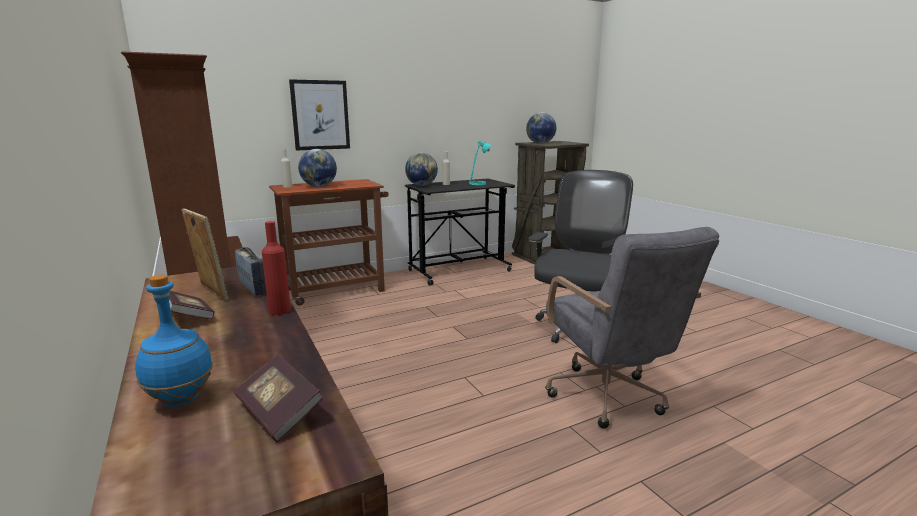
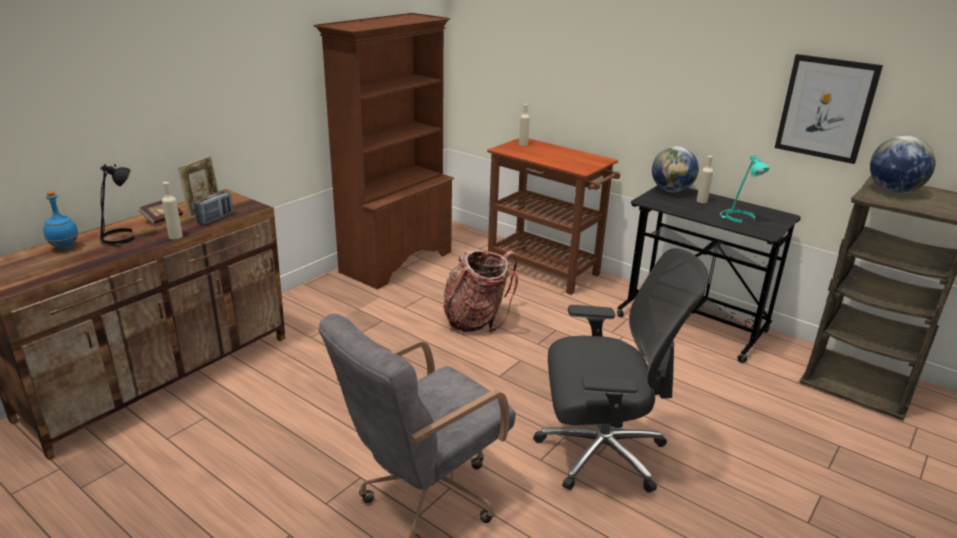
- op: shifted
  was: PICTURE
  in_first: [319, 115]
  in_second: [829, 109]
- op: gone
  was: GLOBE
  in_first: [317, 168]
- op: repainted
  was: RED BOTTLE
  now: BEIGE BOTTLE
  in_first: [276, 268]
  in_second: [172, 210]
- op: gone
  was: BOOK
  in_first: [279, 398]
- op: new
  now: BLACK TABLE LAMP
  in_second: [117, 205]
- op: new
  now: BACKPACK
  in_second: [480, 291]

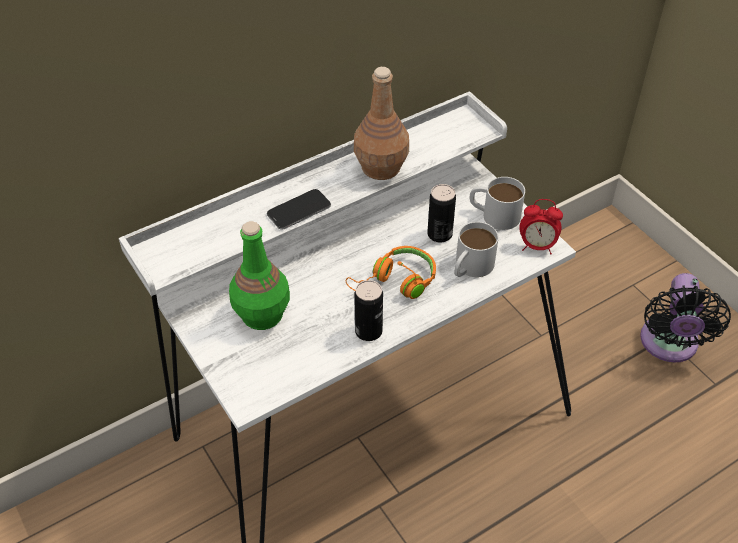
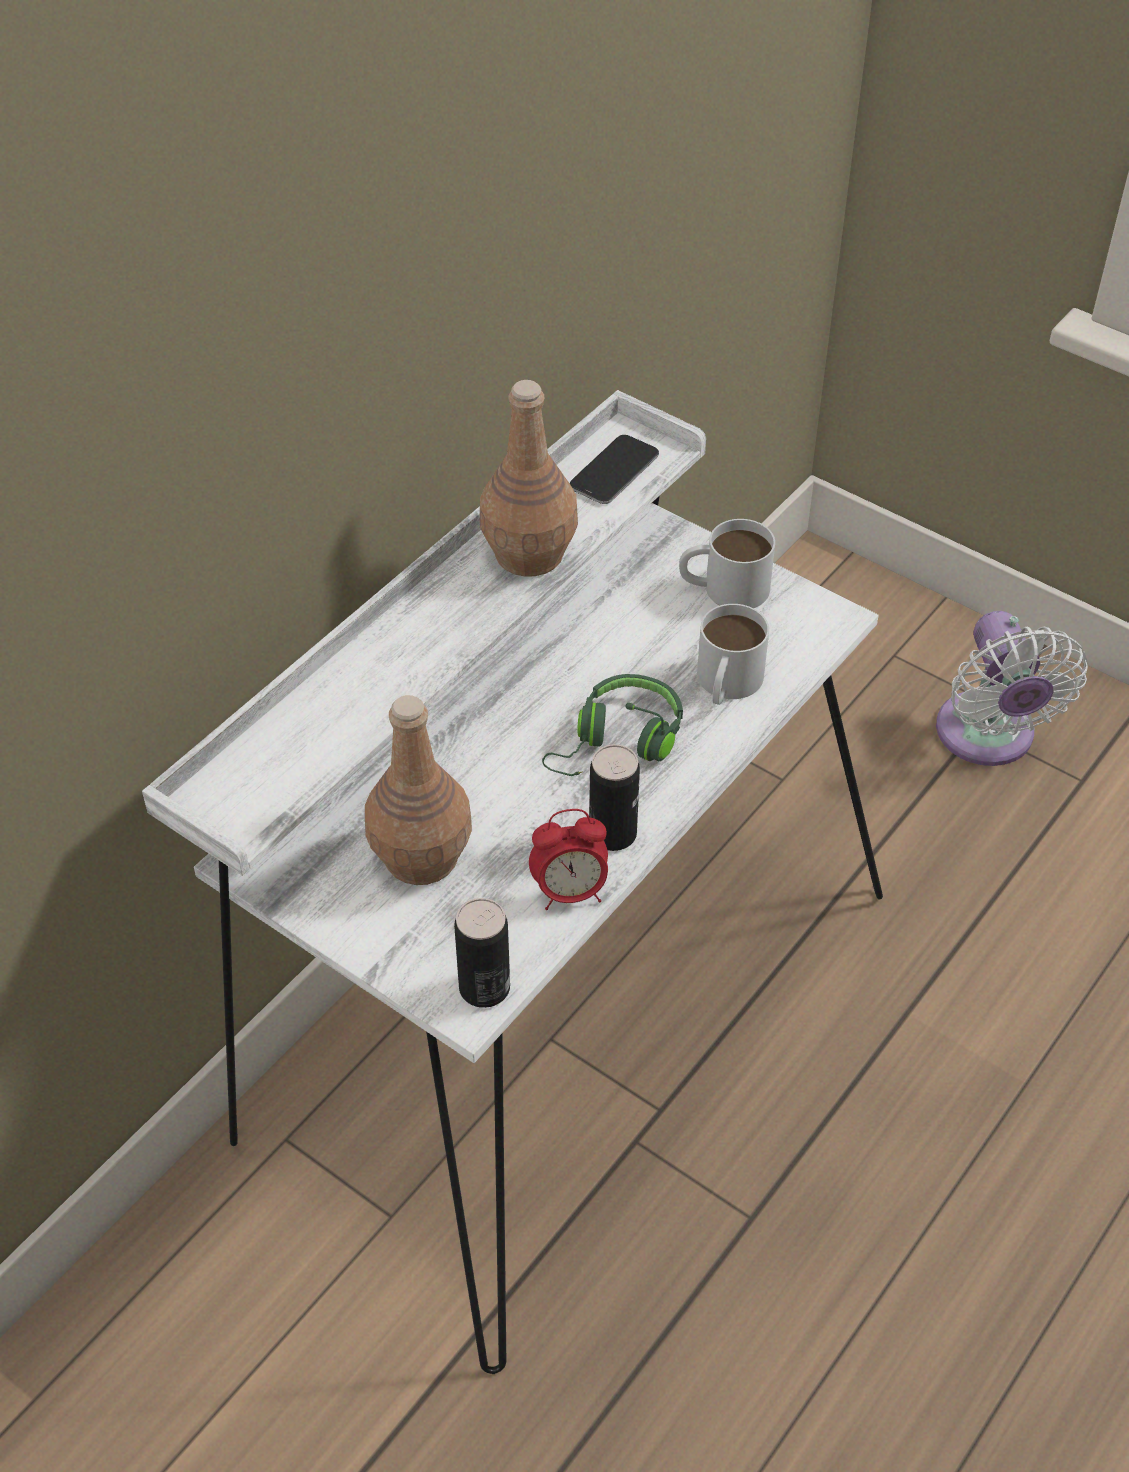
- op: shifted
  was: CAN
  in_first: [441, 213]
  in_second: [482, 953]
- op: shifted
  was: PHONE
  in_first: [299, 209]
  in_second: [614, 469]
- op: shifted
  was: ALARM CLOCK
  in_first: [541, 226]
  in_second: [568, 859]
- op: repainted
  was: GREEN BOTTLE
  now: BROWN BOTTLE
  in_first: [259, 275]
  in_second: [418, 790]
- op: repainted
  was: ORANGE HEADPHONES
  now: GREEN HEADPHONES
  in_first: [391, 272]
  in_second: [612, 725]
- op: repainted
  was: BLACK FAN
  now: WHITE FAN
  in_first: [685, 318]
  in_second: [1012, 688]

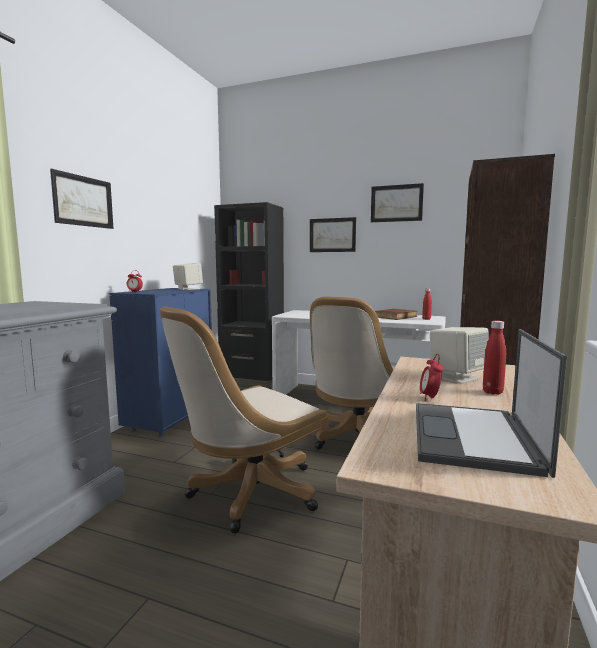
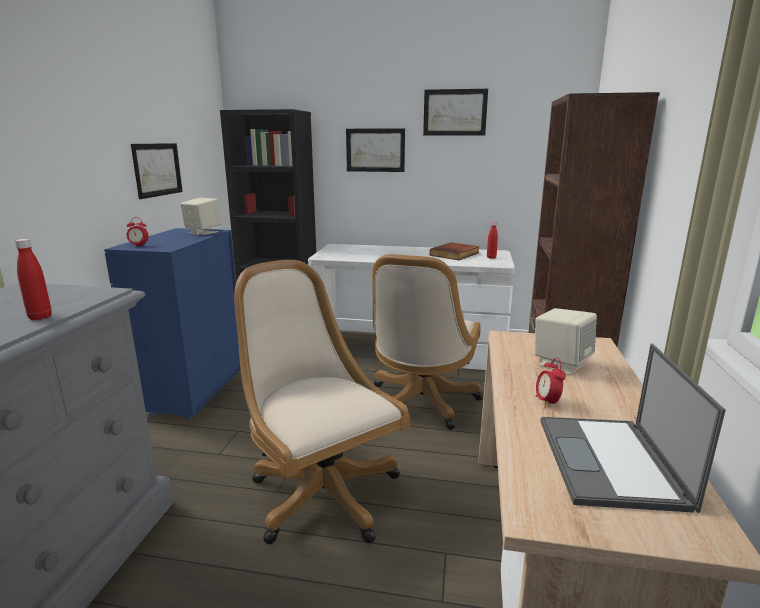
- op: shifted
  was: PICTURE
  in_first: [82, 199]
  in_second: [157, 171]
- op: rotated
  was: OFFICE CHAIR
  in_first: [244, 420]
  in_second: [322, 402]
  clockwise: 105
- op: shifted
  was: RED BOTTLE
  in_first: [494, 358]
  in_second: [33, 279]

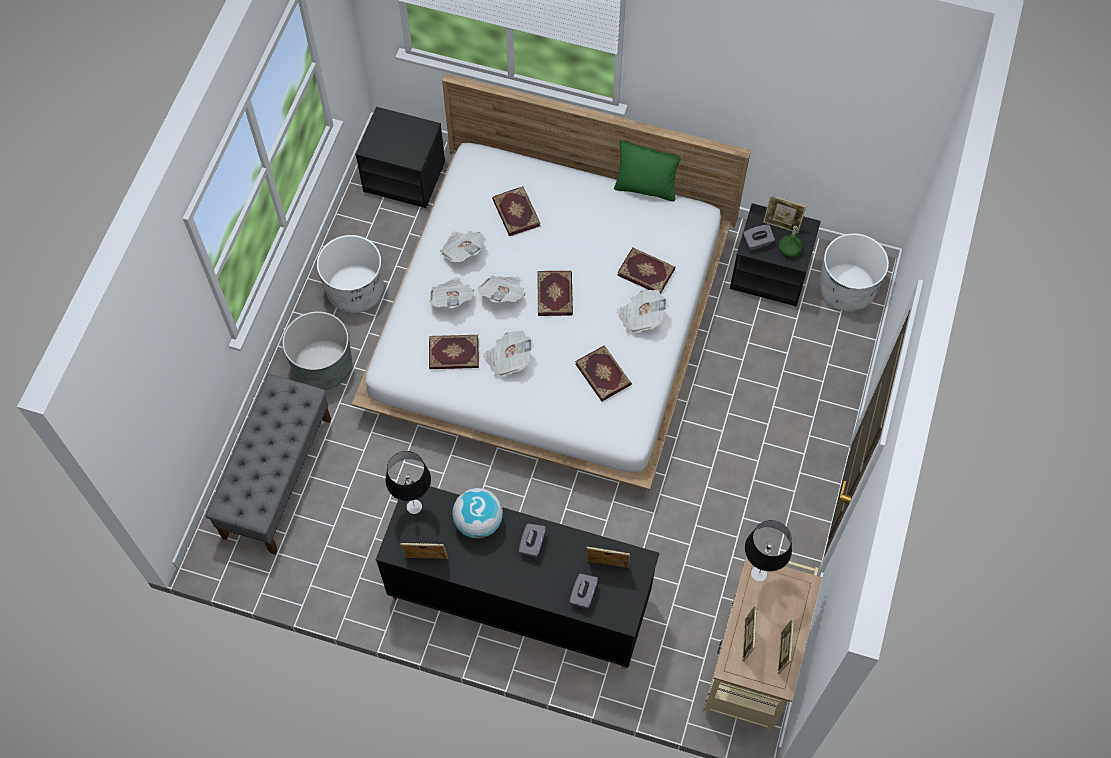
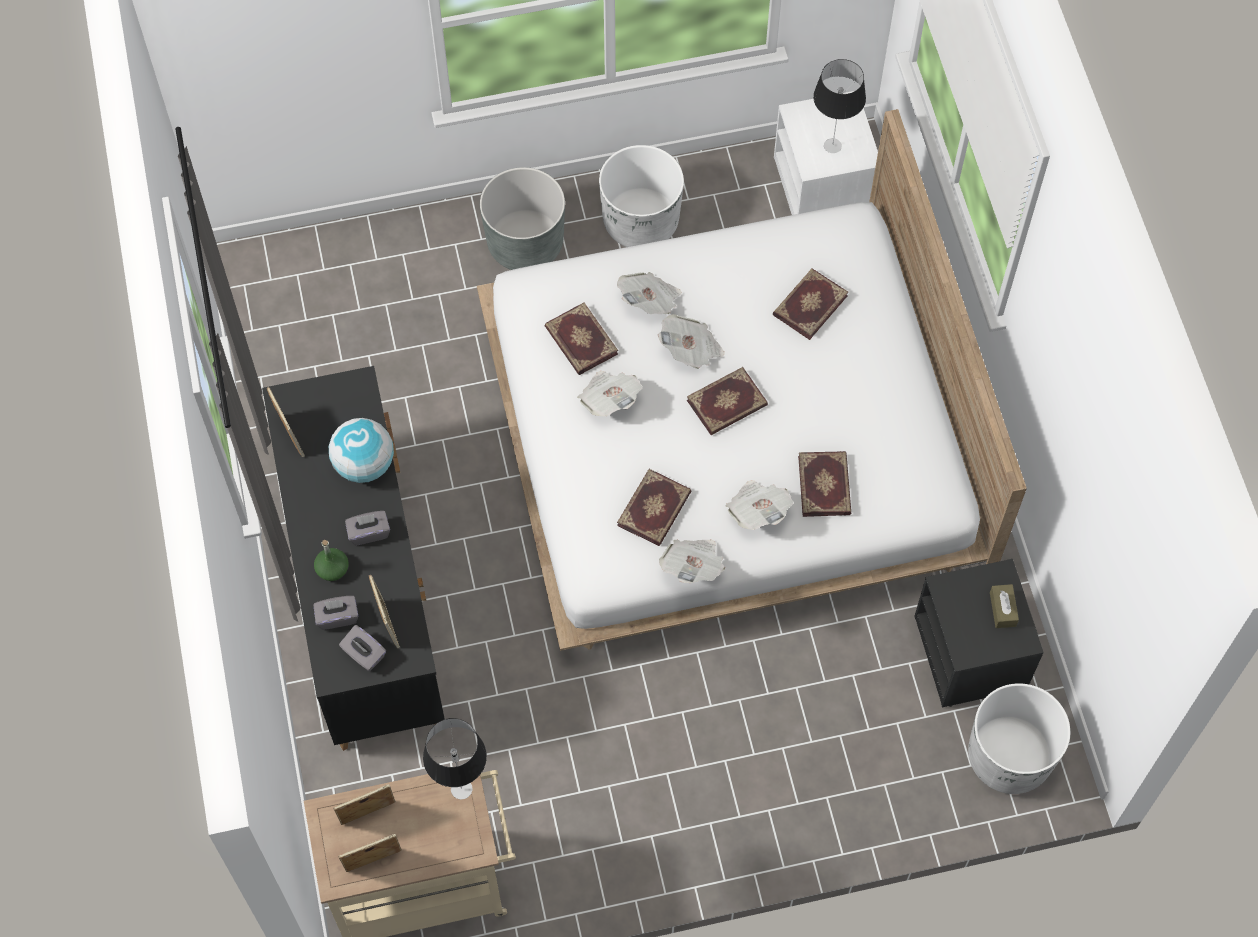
- op: repainted
  was: BLACK NIGHTSTAND
  now: WHITE NIGHTSTAND
  in_first: [400, 157]
  in_second: [826, 153]
- op: gone
  was: GREEN PILLOW
  in_first: [647, 171]
- op: swapped
  was: PICTURE FRAME
  now: BROWN TISSUE BOX
  in_first: [785, 214]
  in_second: [1004, 606]
- op: shifted
  was: GREY TISSUE BOX
  in_first: [759, 237]
  in_second: [362, 648]
- op: shifted
  was: GREEN BOTTLE
  in_first: [790, 242]
  in_second: [331, 560]
- op: shifted
  was: NEWSPAPER
  in_first: [462, 246]
  in_second: [692, 561]
- op: gone
  was: GREY BENCH
  in_first: [268, 464]
- op: shifted
  was: TABLE LAMP
  in_first: [408, 482]
  in_second: [839, 106]

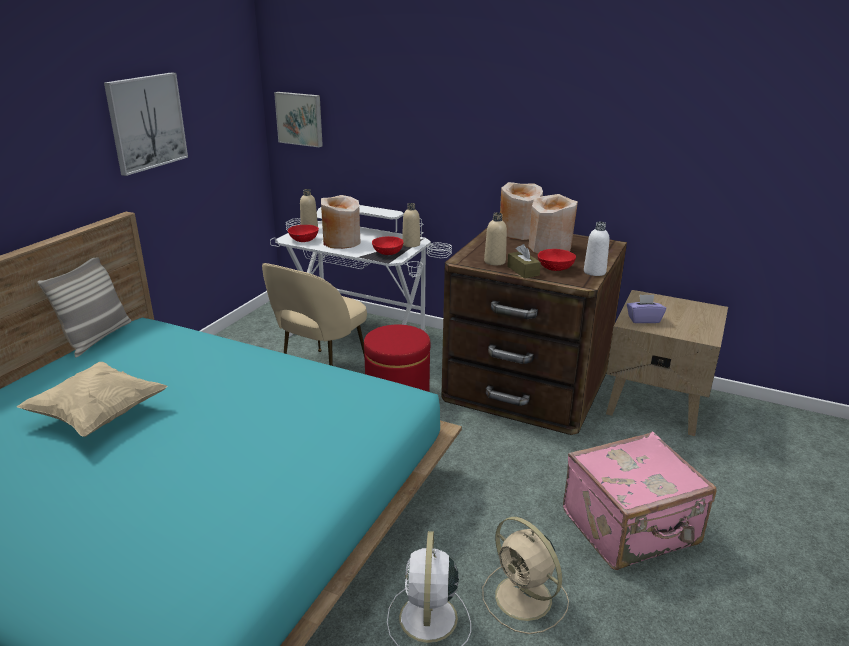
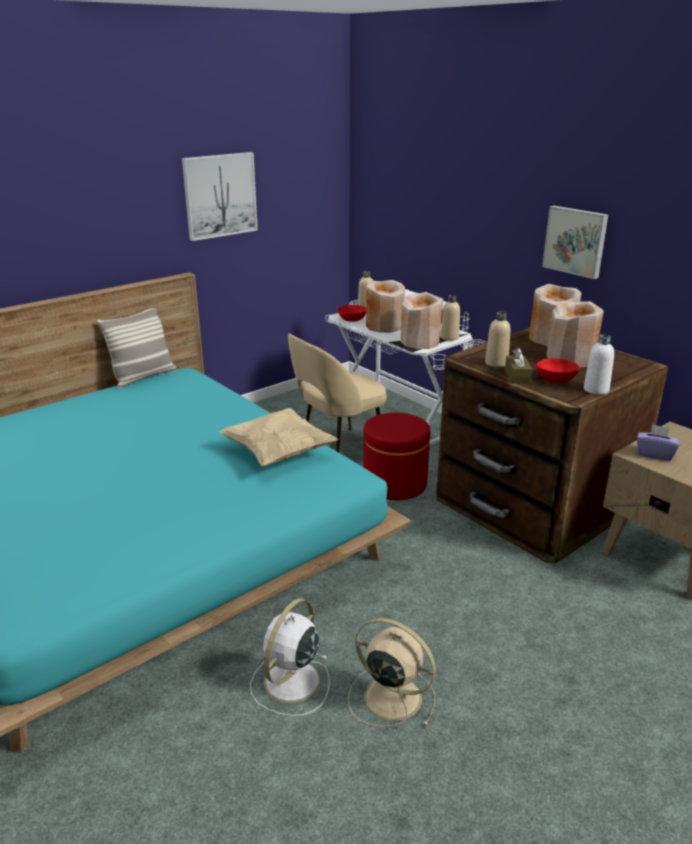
- op: shifted
  was: PICTURE
  in_first: [298, 119]
  in_second: [575, 242]
- op: swapped
  was: RED BOWL
  now: BEIGE VASE
  in_first: [388, 245]
  in_second: [421, 320]
- op: shifted
  was: BEIGE PILLOW
  in_first: [92, 399]
  in_second: [278, 437]
- op: gone
  was: PINK SUITCASE
  in_first: [640, 501]
- op: rotated
  was: BEIGE FAN
  in_first: [525, 575]
  in_second: [392, 672]
  clockwise: 135

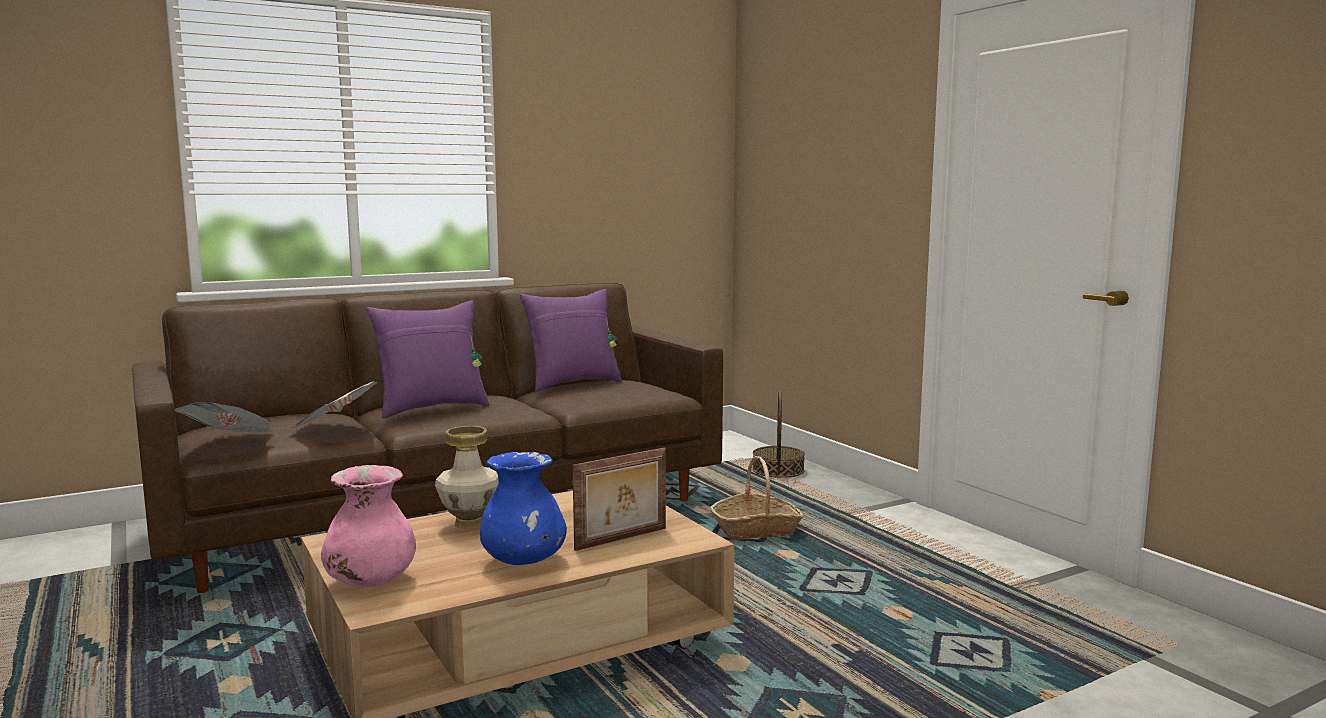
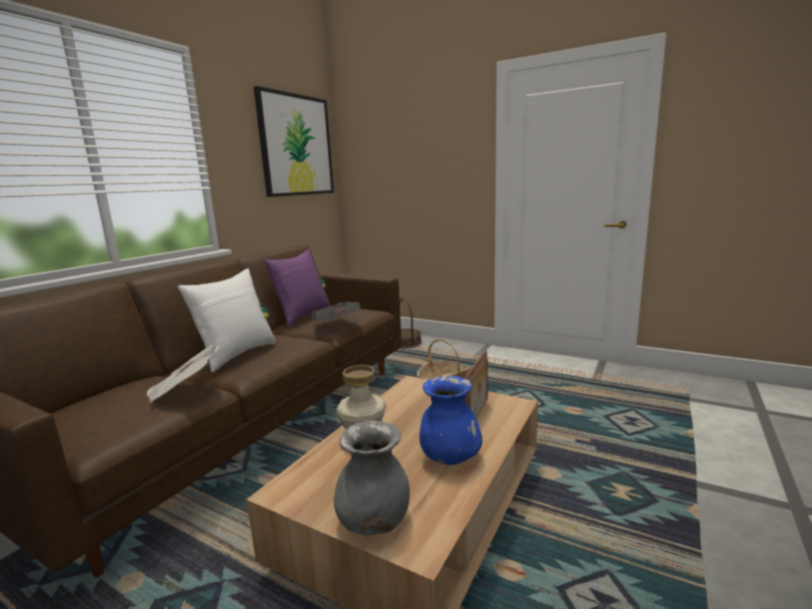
- op: repainted
  was: PURPLE PILLOW
  now: WHITE PILLOW
  in_first: [427, 359]
  in_second: [227, 320]
- op: shifted
  was: NEWSPAPER
  in_first: [225, 417]
  in_second: [337, 311]
- op: repainted
  was: PINK VASE
  now: GREY VASE
  in_first: [368, 526]
  in_second: [372, 478]
- op: new
  now: PICTURE
  in_second: [294, 141]

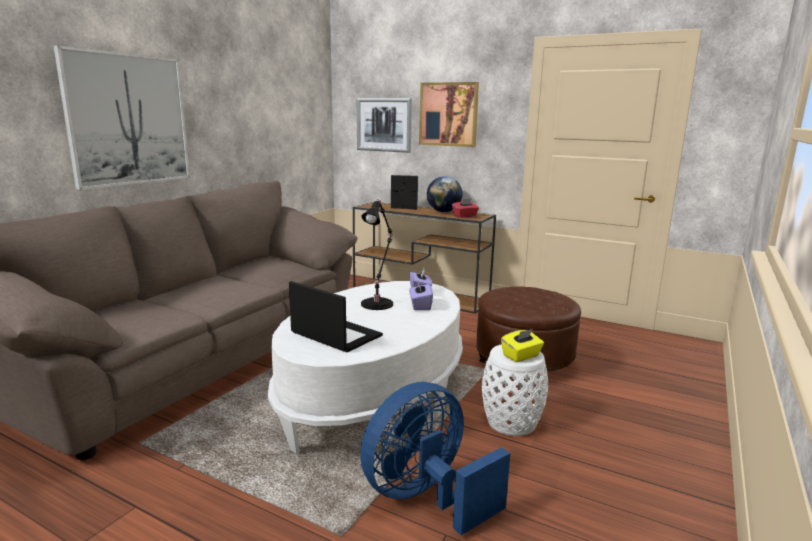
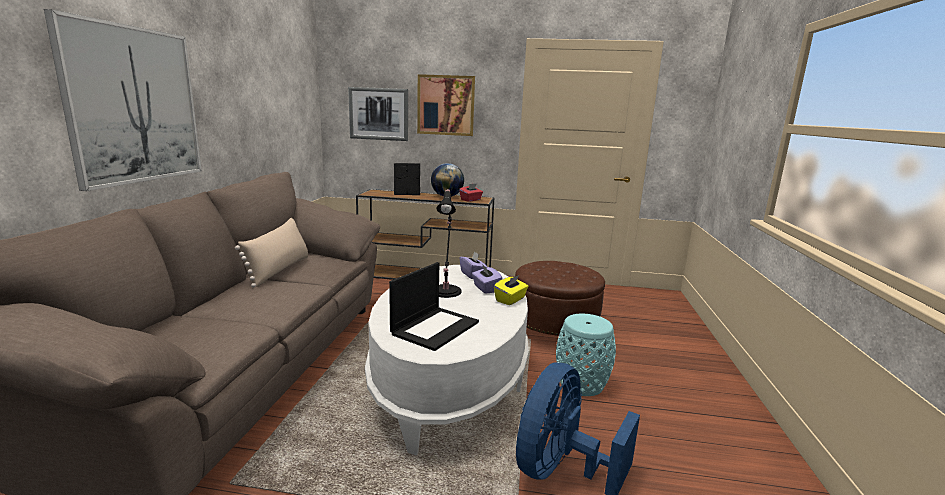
- op: rotated
  was: LAPTOP
  in_first: [336, 316]
  in_second: [434, 306]
  clockwise: 105
- op: shifted
  was: YELLOW TISSUE BOX
  in_first: [522, 345]
  in_second: [511, 290]
- op: repainted
  was: WHITE STOOL
  now: TURQUOISE STOOL
  in_first: [515, 390]
  in_second: [586, 355]
- op: new
  now: BEIGE PILLOW
  in_second: [271, 253]

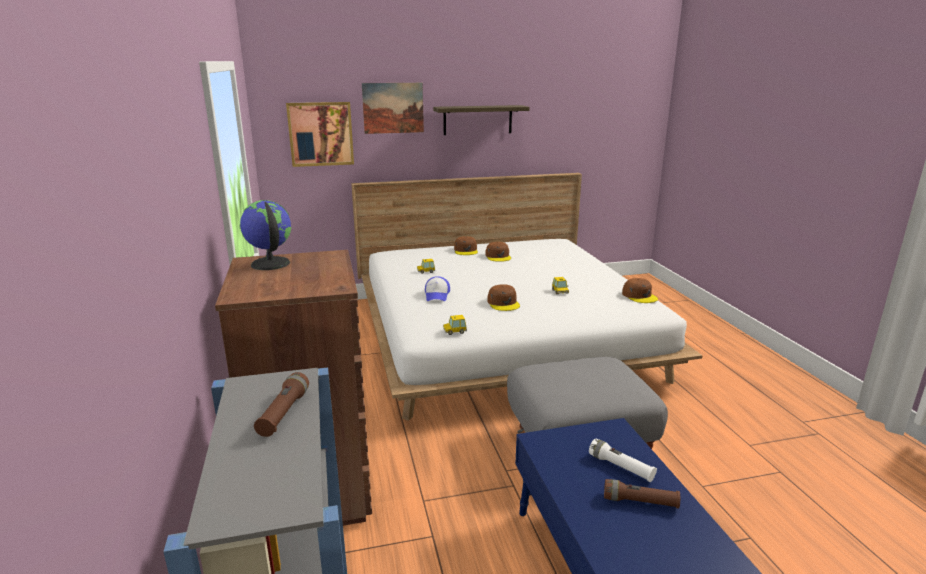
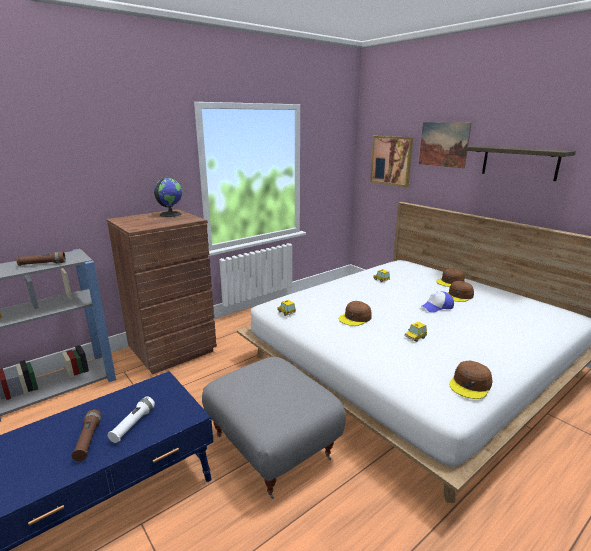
- op: shifted
  was: CAP
  in_first: [437, 288]
  in_second: [438, 302]

